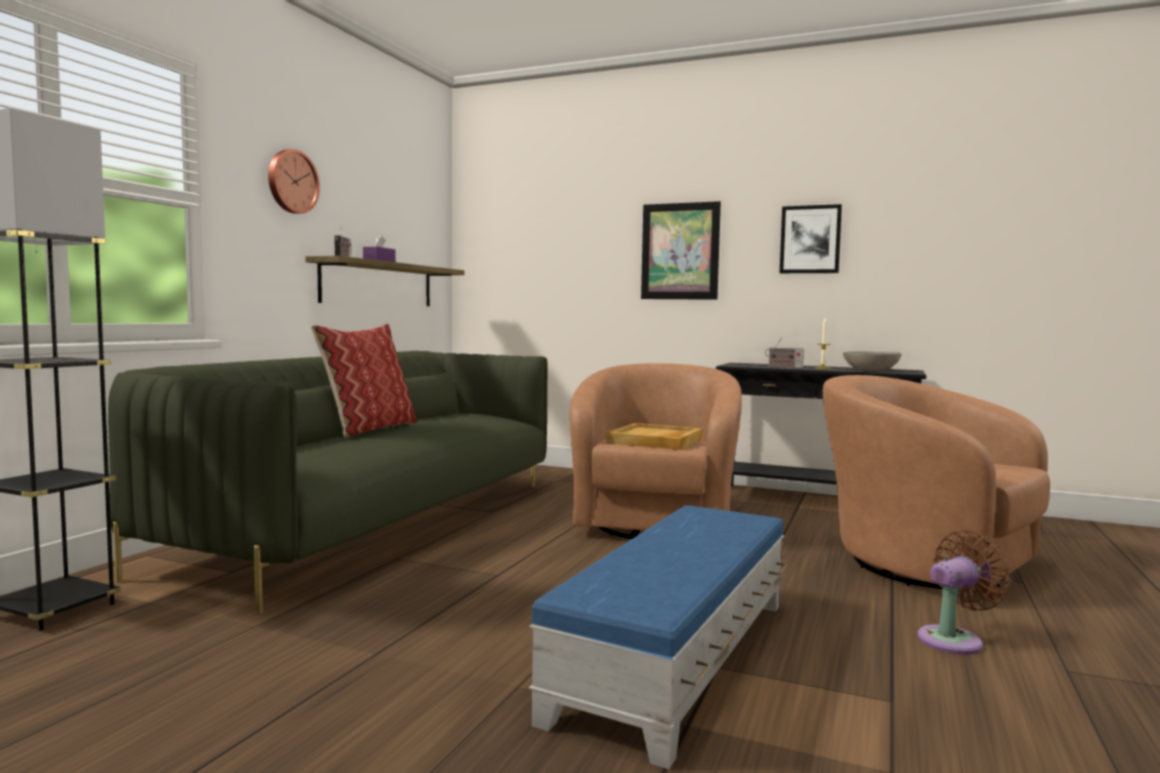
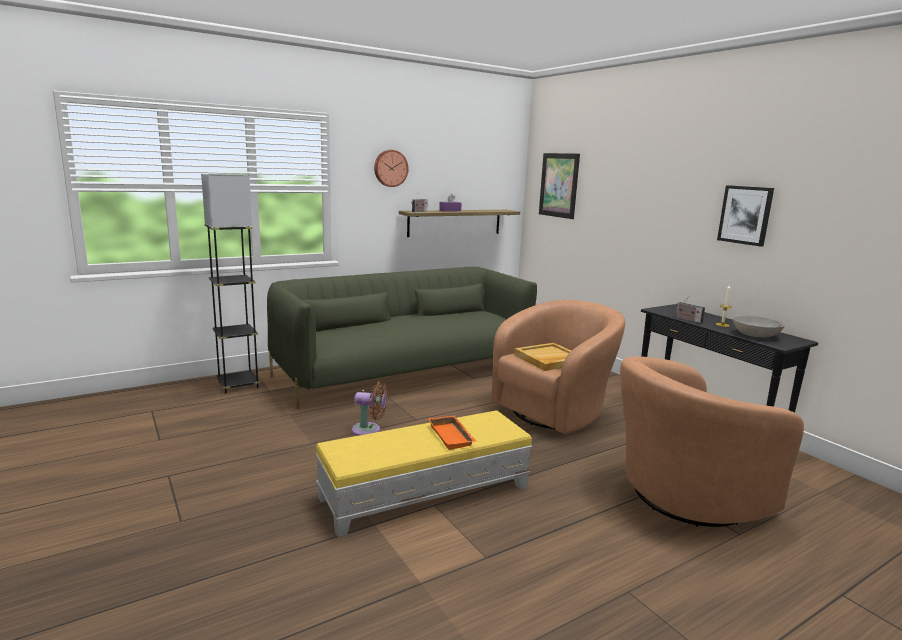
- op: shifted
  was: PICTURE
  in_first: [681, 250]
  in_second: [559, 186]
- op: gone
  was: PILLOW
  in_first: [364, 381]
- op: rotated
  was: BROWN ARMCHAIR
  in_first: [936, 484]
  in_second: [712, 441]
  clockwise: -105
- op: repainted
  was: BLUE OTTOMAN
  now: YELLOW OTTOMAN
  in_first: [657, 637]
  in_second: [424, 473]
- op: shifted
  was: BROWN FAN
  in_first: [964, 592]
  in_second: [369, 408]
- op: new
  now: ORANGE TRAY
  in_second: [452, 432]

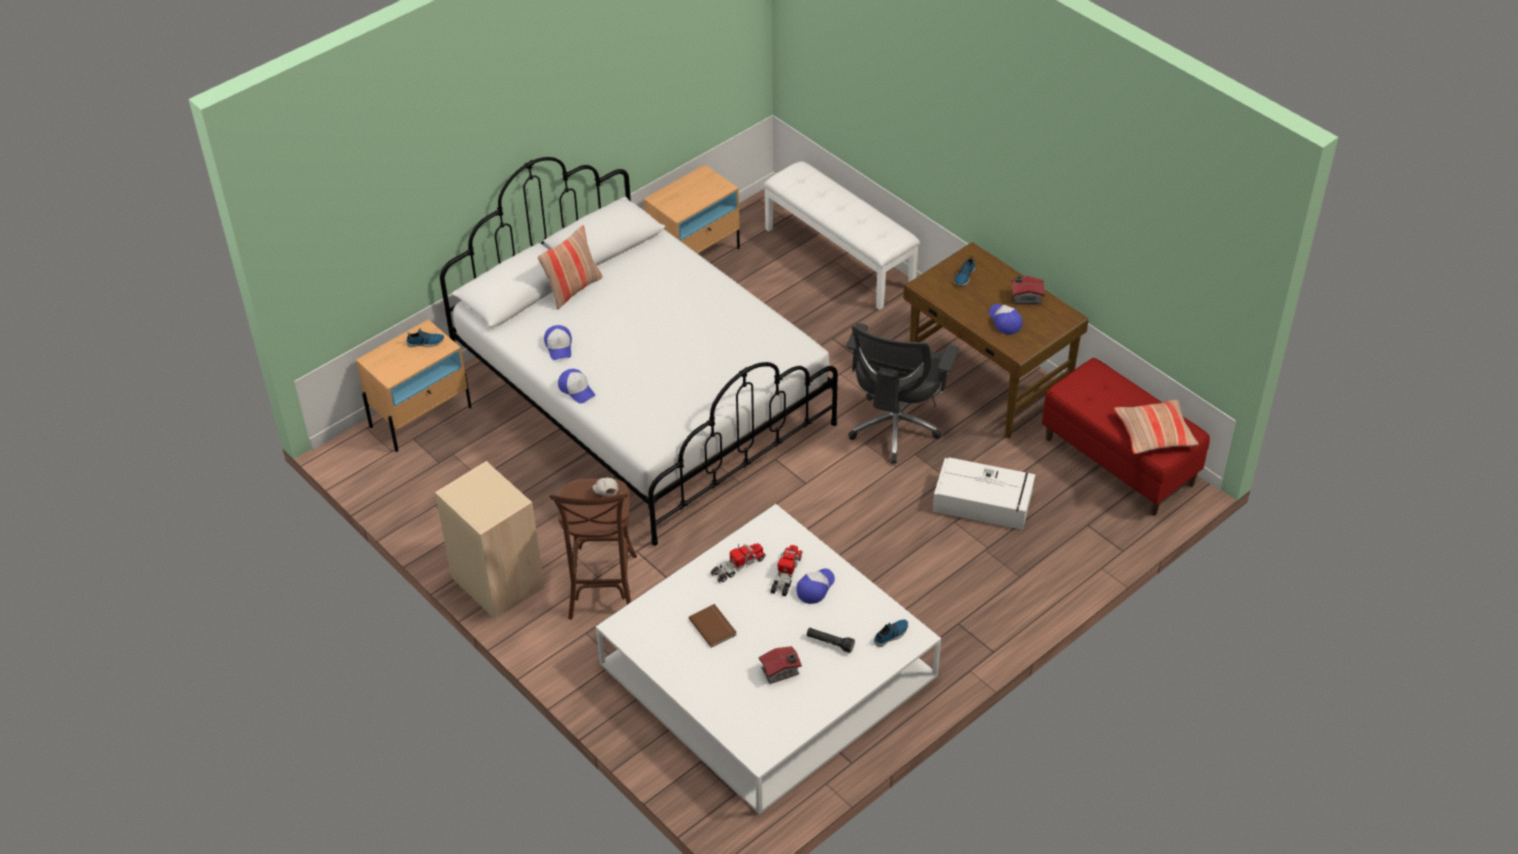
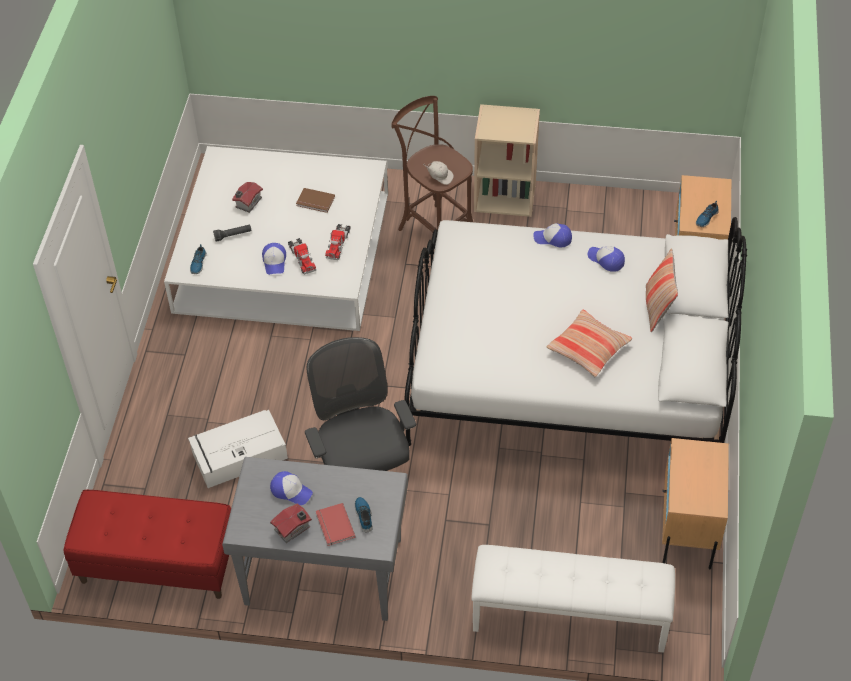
- op: repainted
  was: BROWN DESK
  now: GREY DESK
  in_first: [995, 340]
  in_second: [315, 539]
- op: shifted
  was: PILLOW
  in_first: [1156, 426]
  in_second: [589, 343]
- op: new
  now: RED BOOK
  in_second: [336, 524]

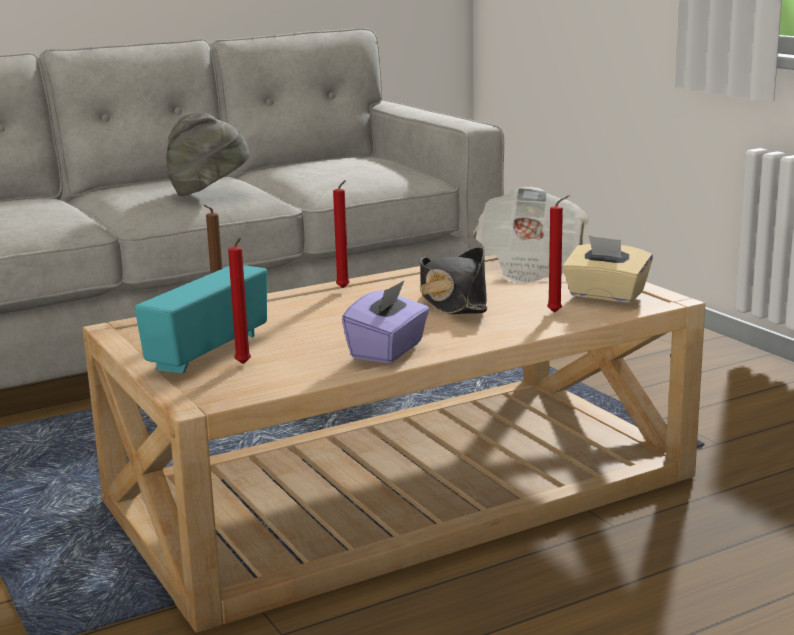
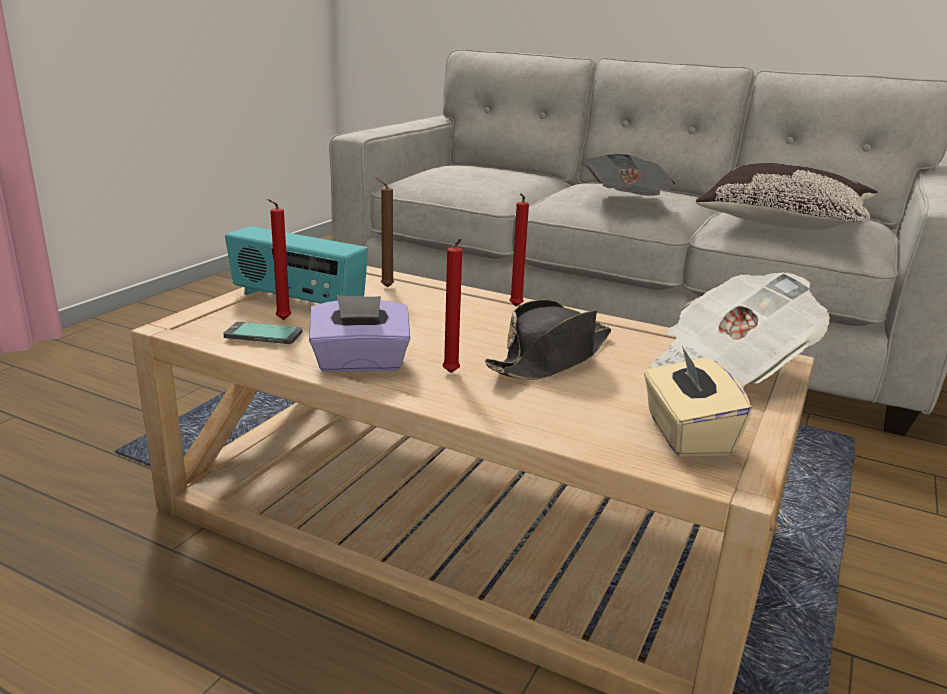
- op: swapped
  was: GREY HAT
  now: NEWSPAPER
  in_first: [207, 154]
  in_second: [628, 175]
- op: shifted
  was: RED CANDLE
  in_first: [558, 254]
  in_second: [452, 305]
- op: rotated
  was: RADIO
  in_first: [201, 319]
  in_second: [296, 265]
  clockwise: -150
- op: new
  now: PILLOW
  in_second: [786, 196]
- op: new
  now: PHONE
  in_second: [262, 333]

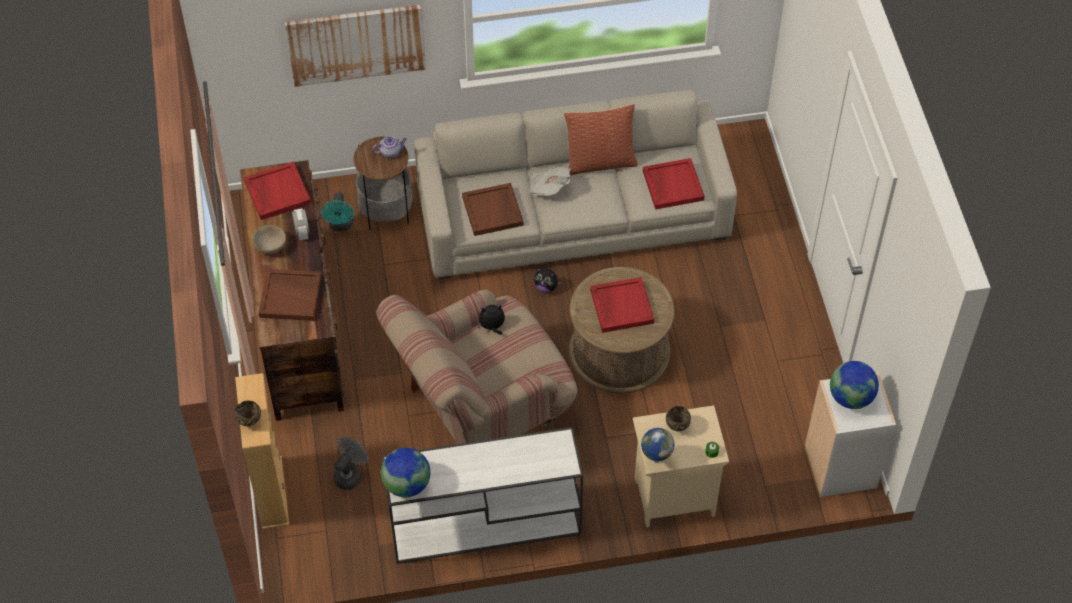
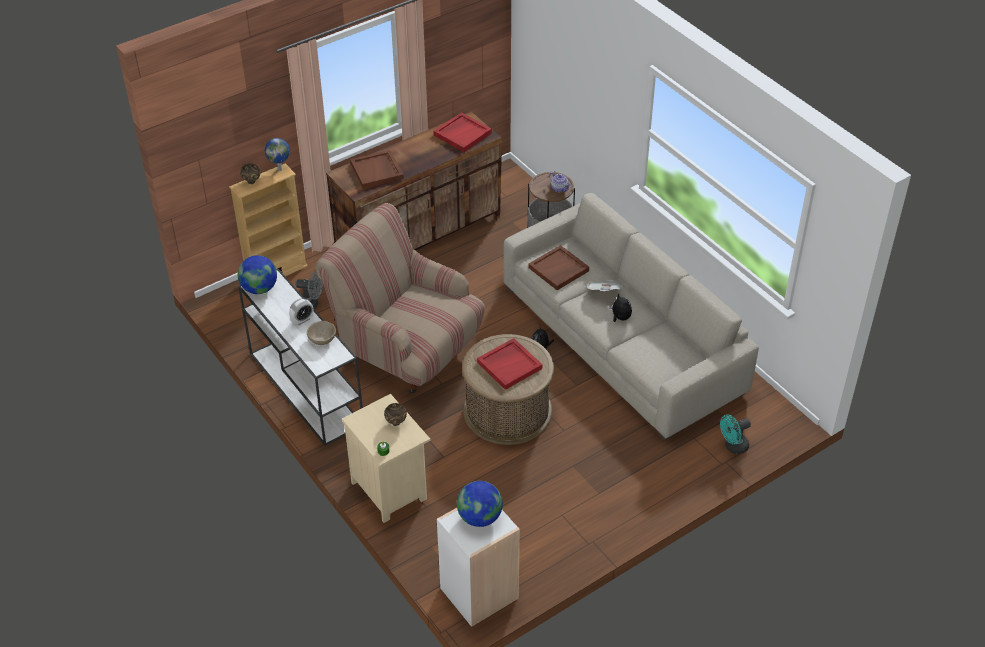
- op: gone
  was: PICTURE
  in_first: [355, 46]
- op: gone
  was: PILLOW
  in_first: [601, 139]
- op: gone
  was: RED TRAY
  in_first: [674, 183]
- op: shifted
  was: TURQUOISE FAN
  in_first: [337, 212]
  in_second: [735, 434]
- op: shifted
  was: ALARM CLOCK
  in_first: [300, 225]
  in_second: [301, 311]
- op: shifted
  was: BEIGE BOWL
  in_first: [269, 239]
  in_second: [321, 333]
- op: shifted
  was: PLUSH TOY
  in_first: [491, 319]
  in_second: [620, 307]
- op: shifted
  was: GLOBE
  in_first: [658, 445]
  in_second: [277, 154]

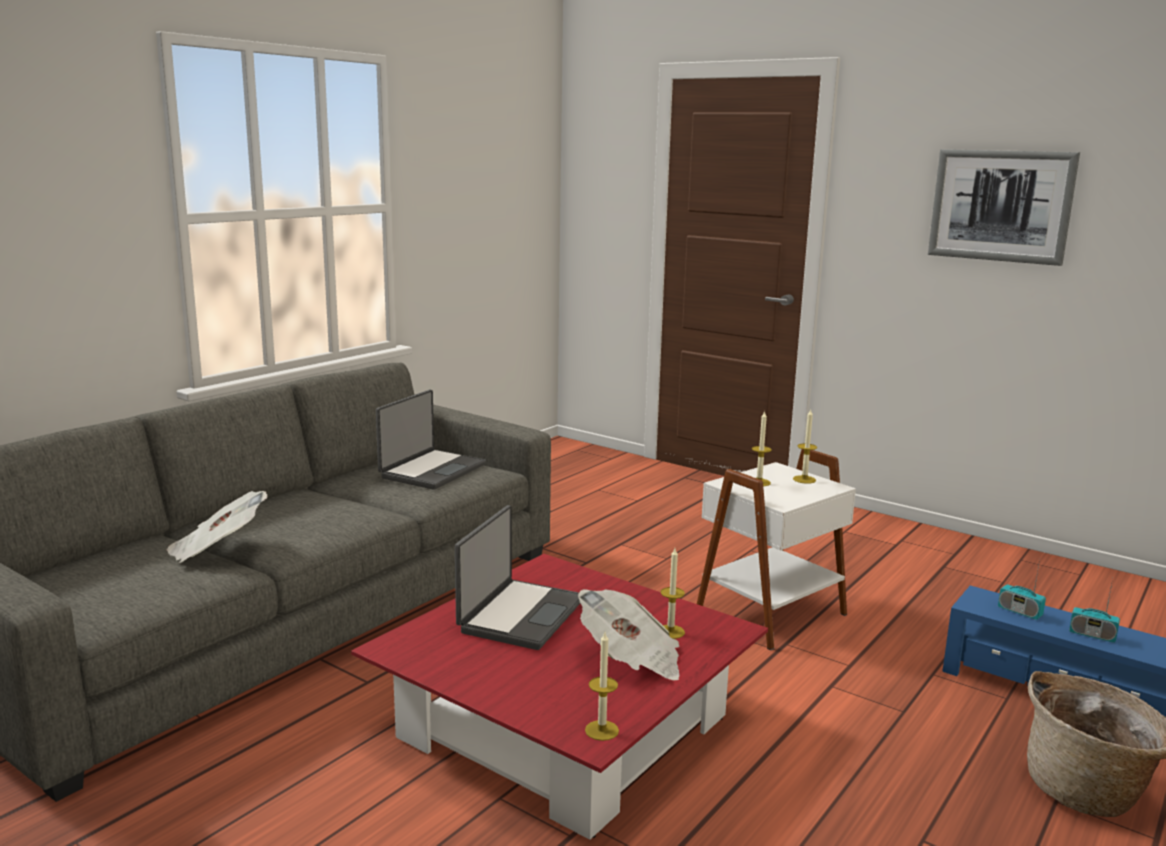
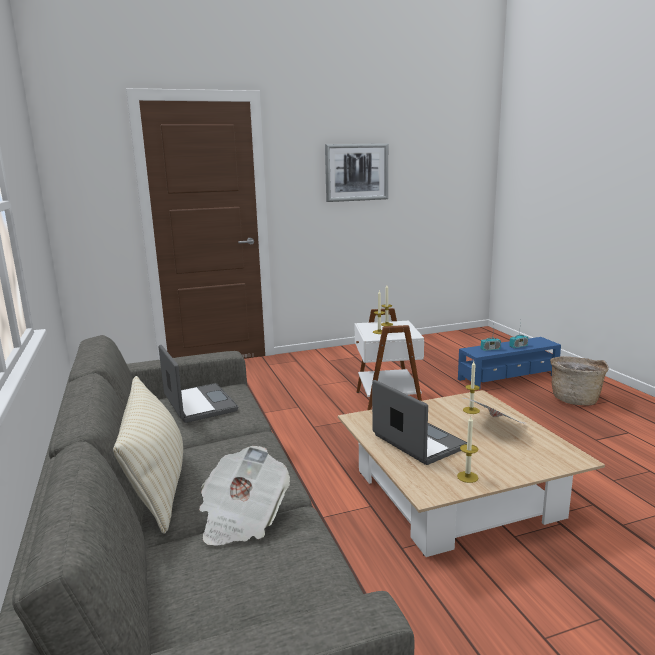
- op: repainted
  was: RED COFFEE TABLE
  now: BEIGE COFFEE TABLE
  in_first: [559, 697]
  in_second: [471, 473]
- op: shifted
  was: CANDLE
  in_first: [602, 686]
  in_second: [467, 449]
- op: new
  now: BEIGE PILLOW
  in_second: [148, 455]

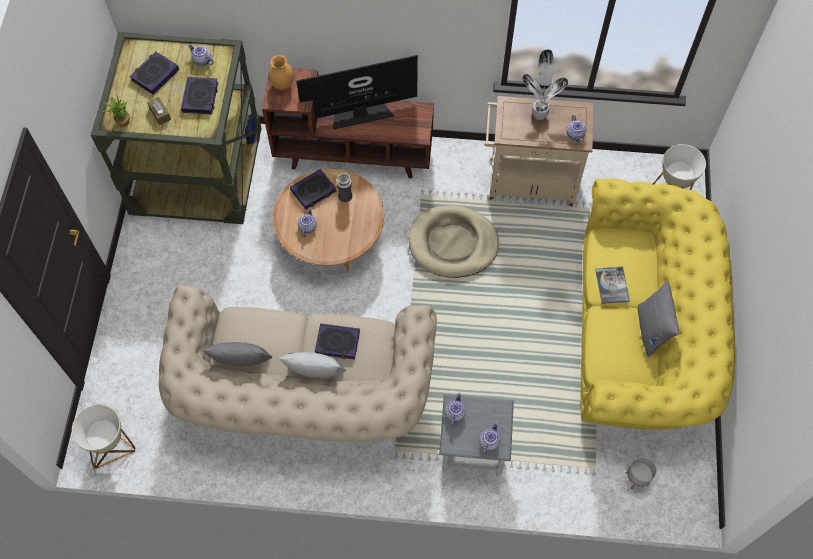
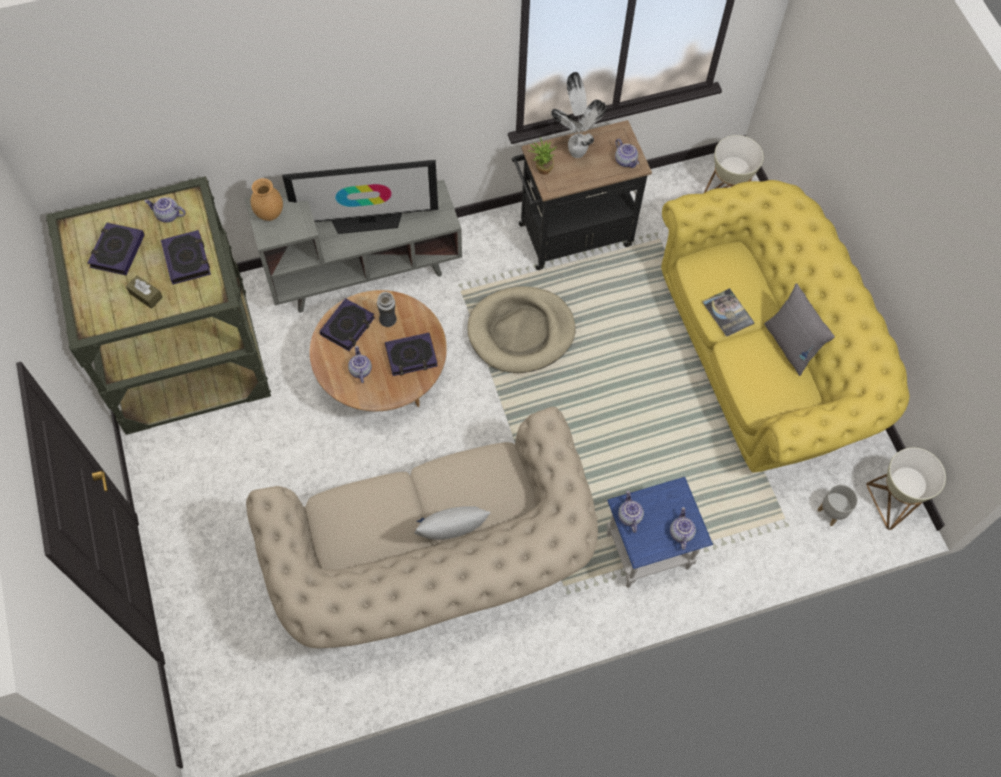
- op: rotated
  was: TELEVISION
  in_first: [357, 92]
  in_second: [360, 197]
  clockwise: -150
- op: repainted
  was: BROWN TV STAND
  now: GREY TV STAND
  in_first: [348, 123]
  in_second: [353, 246]
- op: shifted
  was: POTTED PLANT
  in_first: [116, 110]
  in_second: [542, 156]
- op: repainted
  was: BEIGE CART
  now: BLACK CART
  in_first: [538, 151]
  in_second: [582, 195]
- op: shifted
  was: BOOK
  in_first: [337, 341]
  in_second: [411, 354]
- op: gone
  was: GREY PILLOW
  in_first: [237, 354]
- op: repainted
  was: GREY SIDE TABLE
  now: BLUE SIDE TABLE
  in_first: [476, 435]
  in_second: [659, 532]
- op: shifted
  was: PLANTER
  in_first: [103, 436]
  in_second: [906, 489]

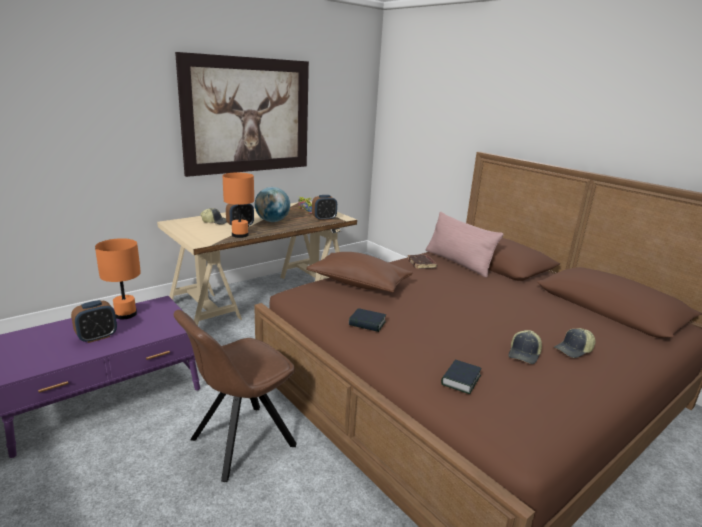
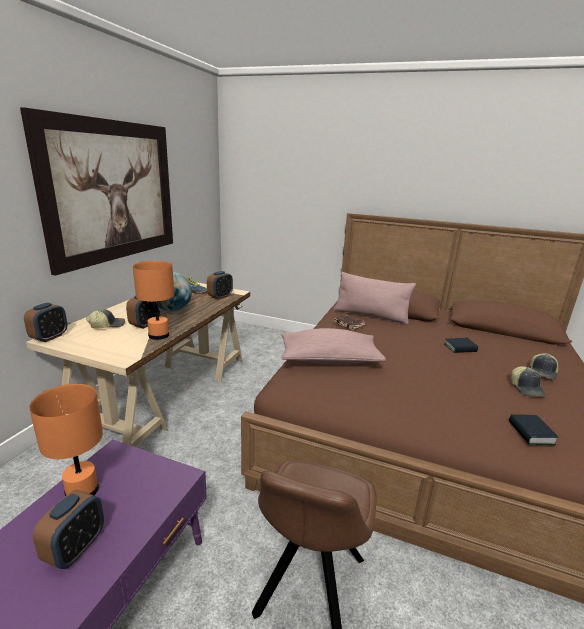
- op: repainted
  was: BROWN PILLOW
  now: PINK PILLOW
  in_first: [359, 272]
  in_second: [333, 346]
- op: shifted
  was: BOOK
  in_first: [367, 320]
  in_second: [461, 345]
- op: new
  now: ALARM CLOCK
  in_second: [45, 322]

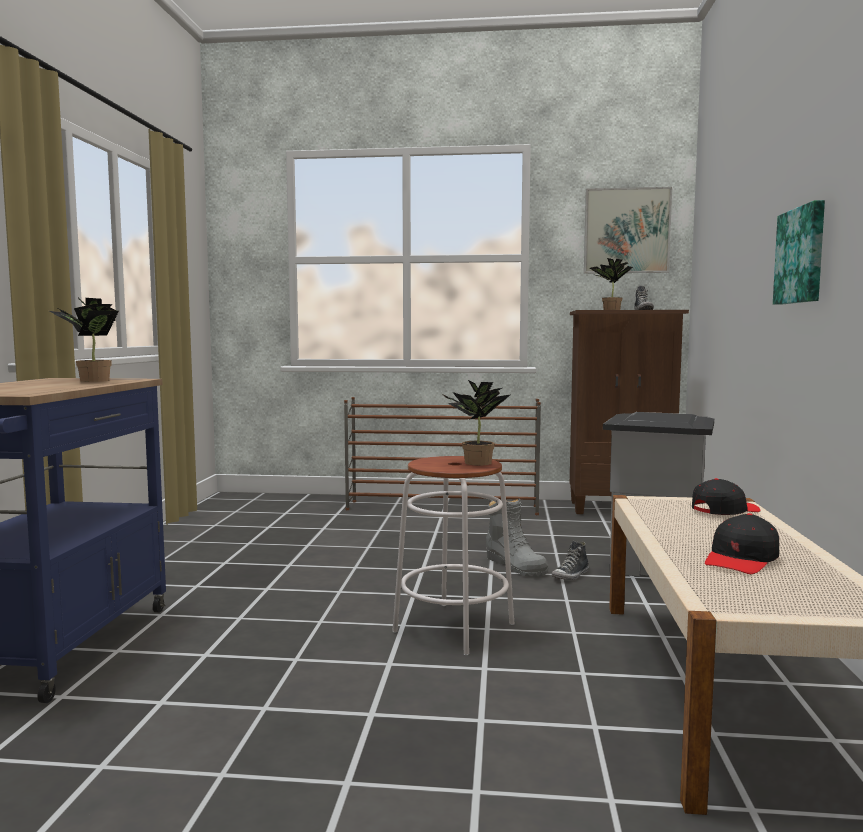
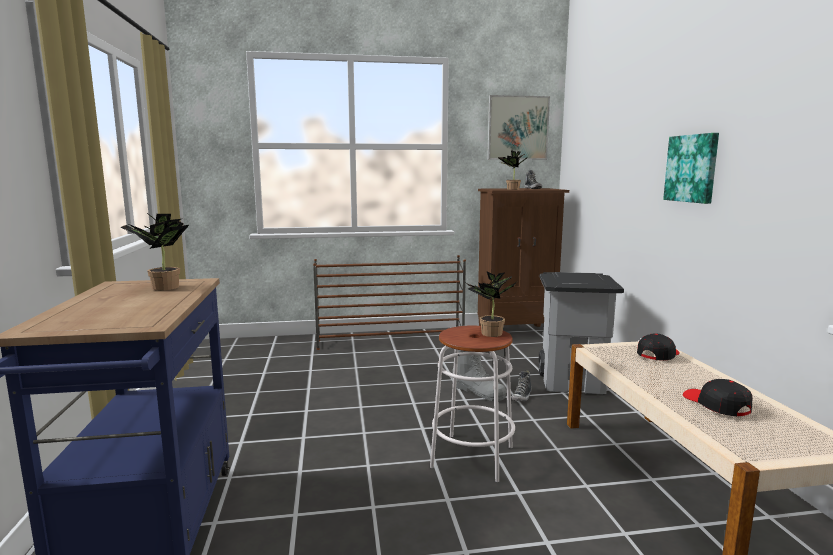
- op: rotated
  was: BLACK CAP
  in_first: [742, 543]
  in_second: [717, 397]
  clockwise: 135

